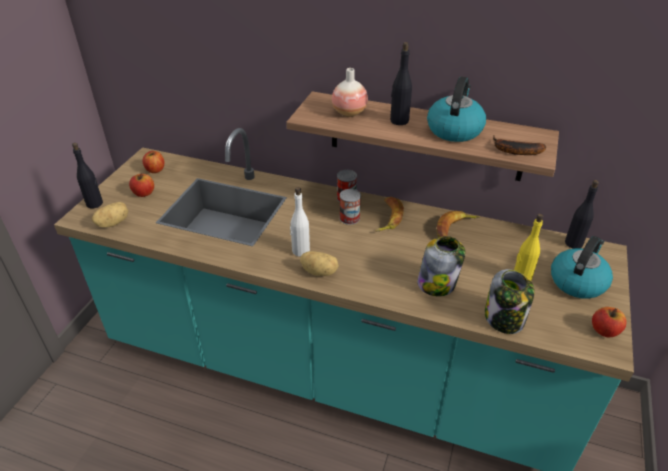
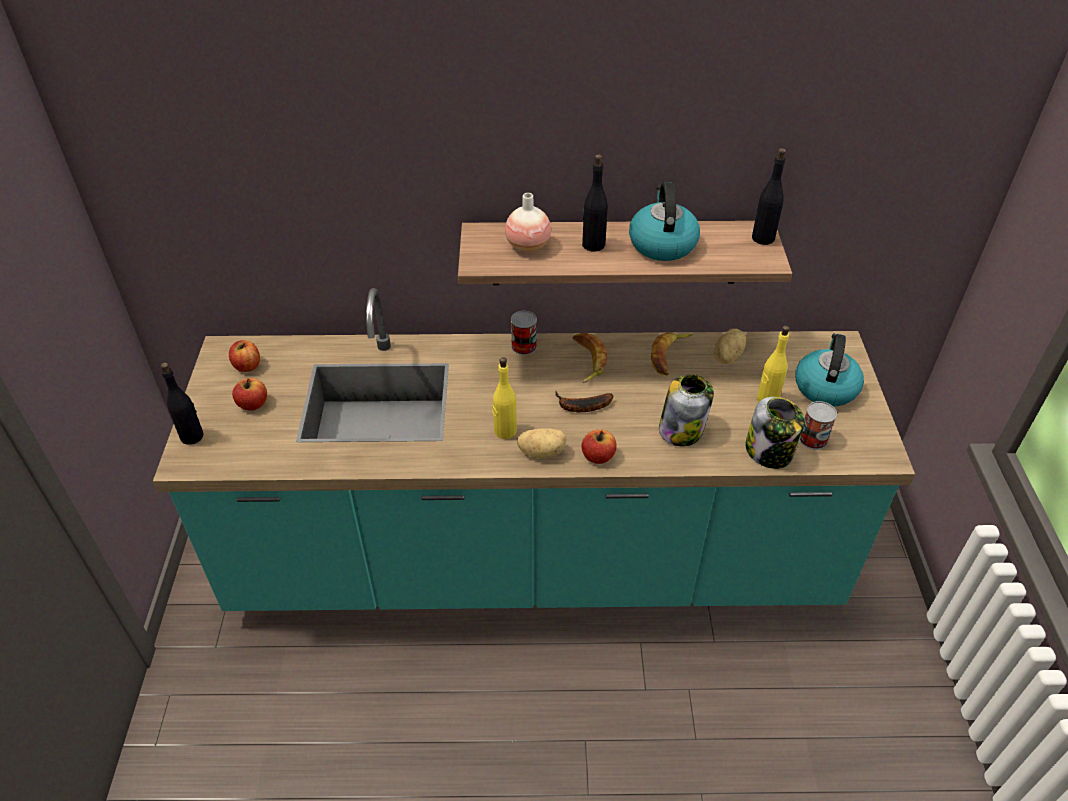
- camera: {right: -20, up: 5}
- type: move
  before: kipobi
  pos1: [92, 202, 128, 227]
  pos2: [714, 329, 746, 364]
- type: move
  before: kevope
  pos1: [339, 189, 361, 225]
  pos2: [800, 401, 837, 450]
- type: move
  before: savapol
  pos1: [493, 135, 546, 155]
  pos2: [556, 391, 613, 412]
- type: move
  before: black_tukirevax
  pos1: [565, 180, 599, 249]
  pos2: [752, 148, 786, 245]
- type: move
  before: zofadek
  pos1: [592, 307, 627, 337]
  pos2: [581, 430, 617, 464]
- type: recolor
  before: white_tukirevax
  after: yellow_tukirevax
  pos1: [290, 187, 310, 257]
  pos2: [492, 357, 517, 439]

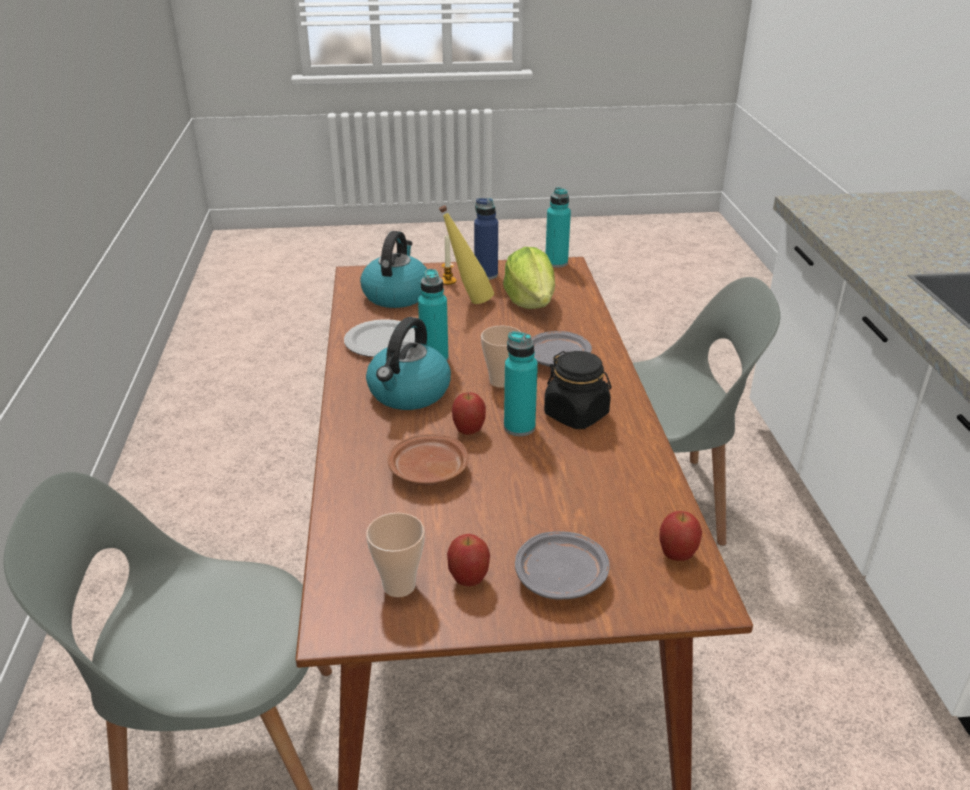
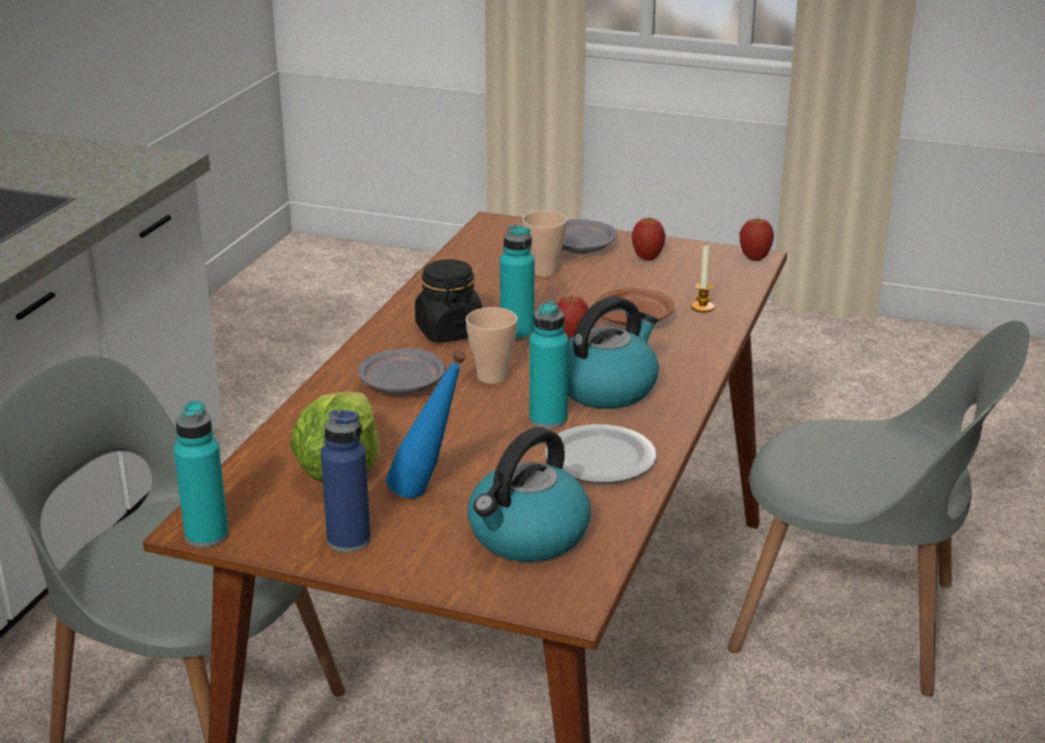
- camera: {right: -155, up: -5}
- type: move
  before: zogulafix
  pos1: [366, 513, 425, 597]
  pos2: [522, 211, 567, 277]
- type: move
  before: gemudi
  pos1: [442, 235, 456, 285]
  pos2: [691, 244, 714, 313]
- type: move
  before: zofadek
  pos1: [659, 511, 702, 561]
  pos2: [739, 217, 774, 261]
- type: recolor
  before: yellow_tukirevax
  after: blue_tukirevax
  pos1: [439, 205, 494, 304]
  pos2: [386, 350, 466, 498]

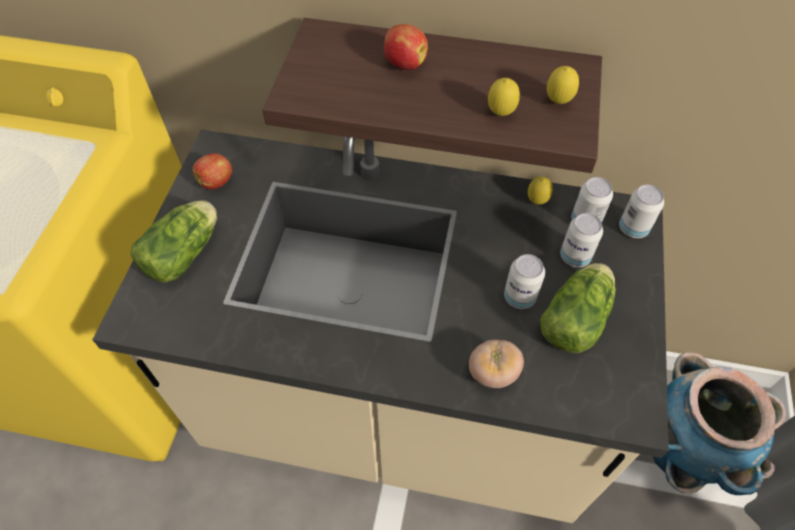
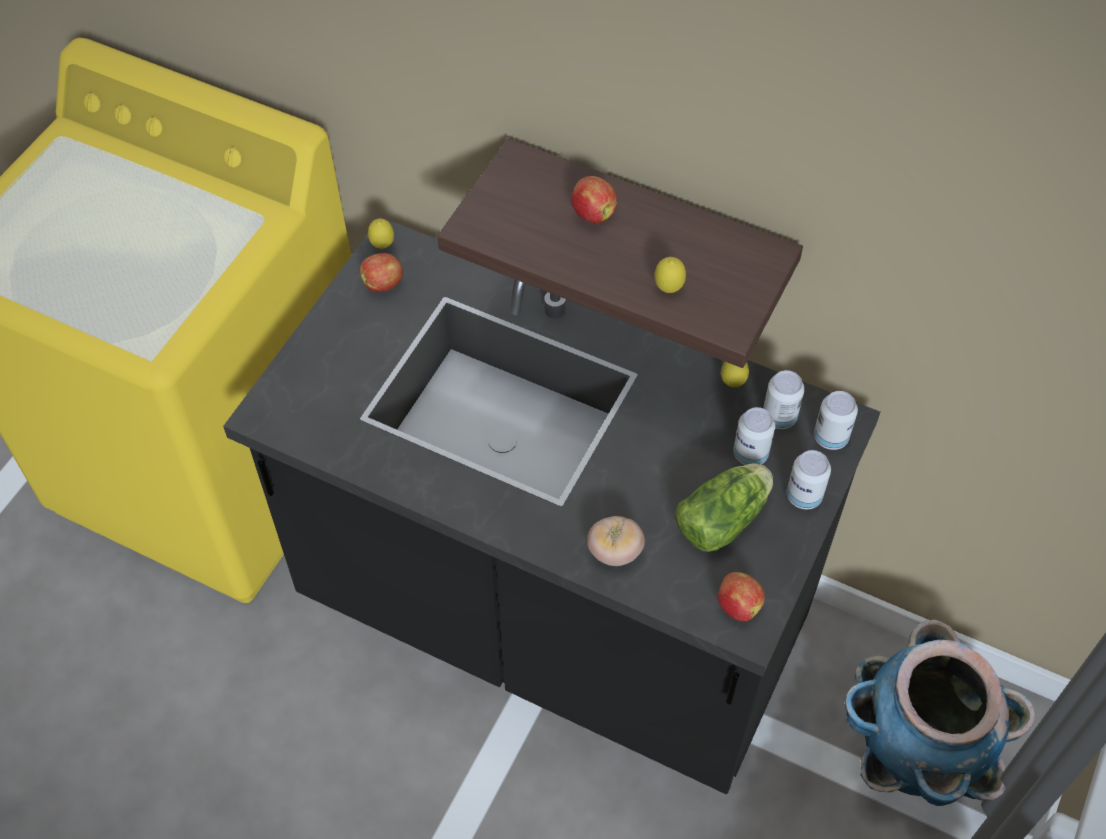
- camera: {right: 15, up: 0}
- type: delete
  before: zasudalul
  pos1: [130, 201, 217, 283]
- type: insert
  after: zofadek
  pos2: [718, 572, 765, 622]
- type: move
  before: kevope
  pos1: [504, 254, 545, 309]
  pos2: [787, 450, 831, 509]
- type: move
  before: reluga
  pos1: [547, 66, 579, 104]
  pos2: [368, 218, 394, 249]
- type: recolor
  before: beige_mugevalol
  after: black_mugevalol
  pos1: [92, 129, 669, 523]
  pos2: [223, 217, 880, 794]

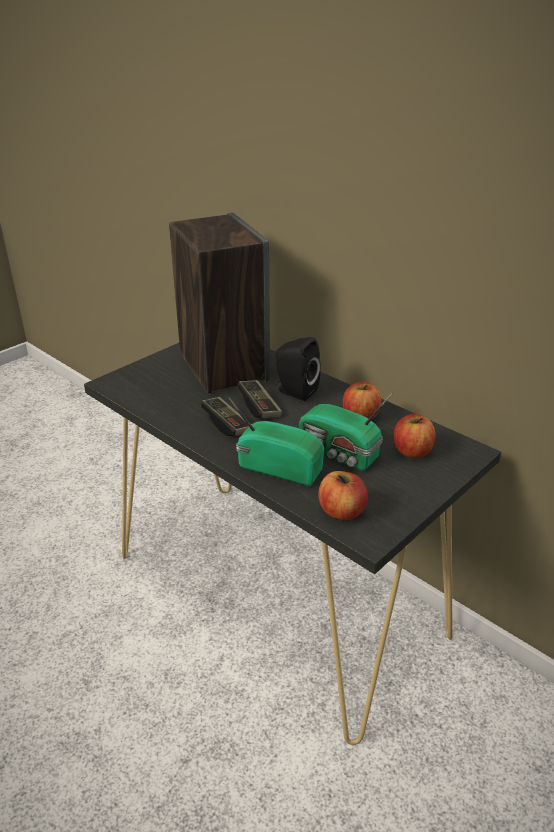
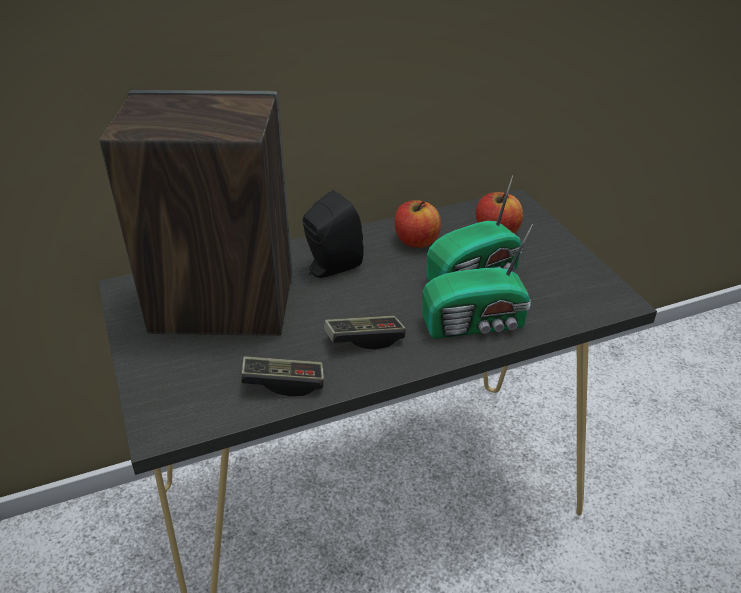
- camera: {right: -65, up: 5}
- type: delete
  before: zofadek
  pos1: [318, 471, 368, 520]
- type: move
  before: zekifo
  pos1: [237, 380, 282, 418]
  pos2: [241, 356, 324, 396]
- type: rotate
  before: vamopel
  pos1: [229, 398, 324, 486]
  pos2: [422, 224, 533, 339]
  turn: -150

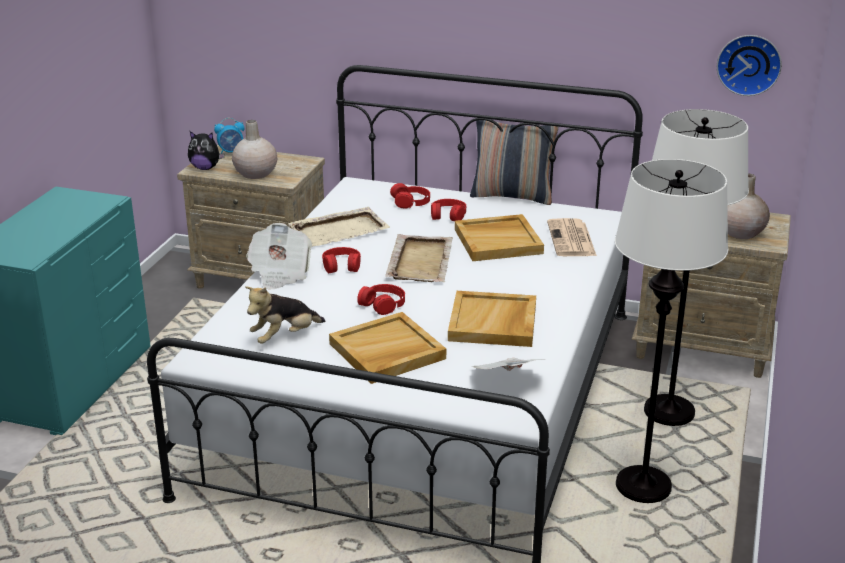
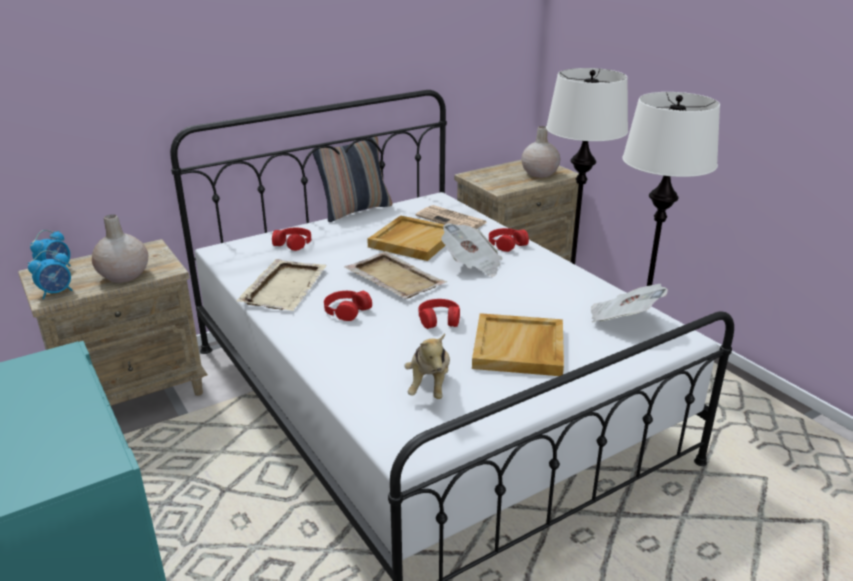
- camera: {right: -50, up: 0}
- type: delete
  before: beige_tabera
  pos1: [448, 291, 536, 347]
- type: delete
  before: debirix
  pos1: [717, 35, 782, 96]
- type: move
  before: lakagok
  pos1: [246, 223, 312, 290]
  pos2: [441, 223, 502, 276]
- type: move
  before: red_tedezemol
  pos1: [431, 199, 466, 221]
  pos2: [489, 228, 529, 252]
- type: replace
  before: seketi
  after: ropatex
  pos1: [188, 131, 225, 170]
  pos2: [28, 250, 73, 299]

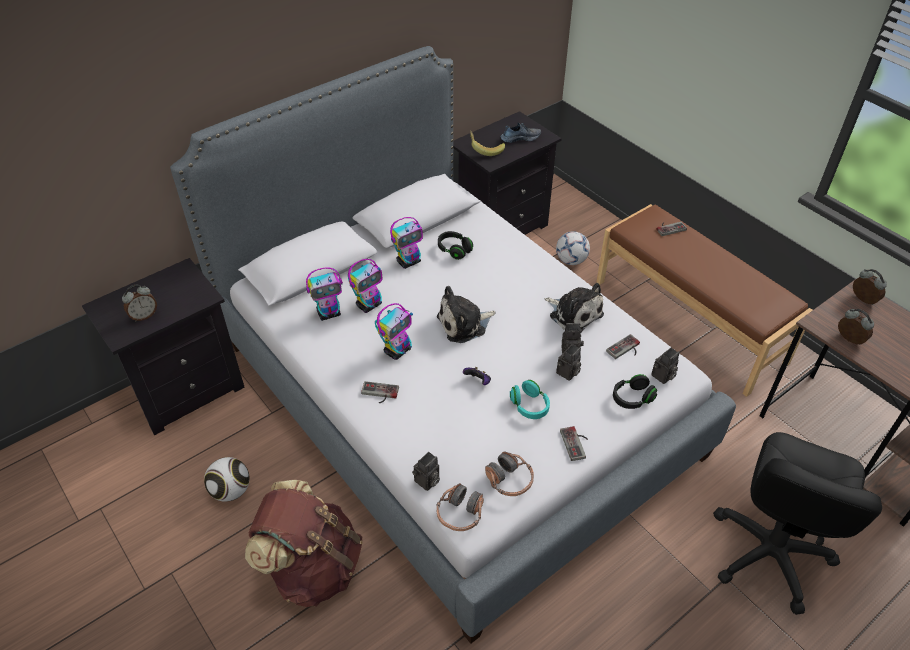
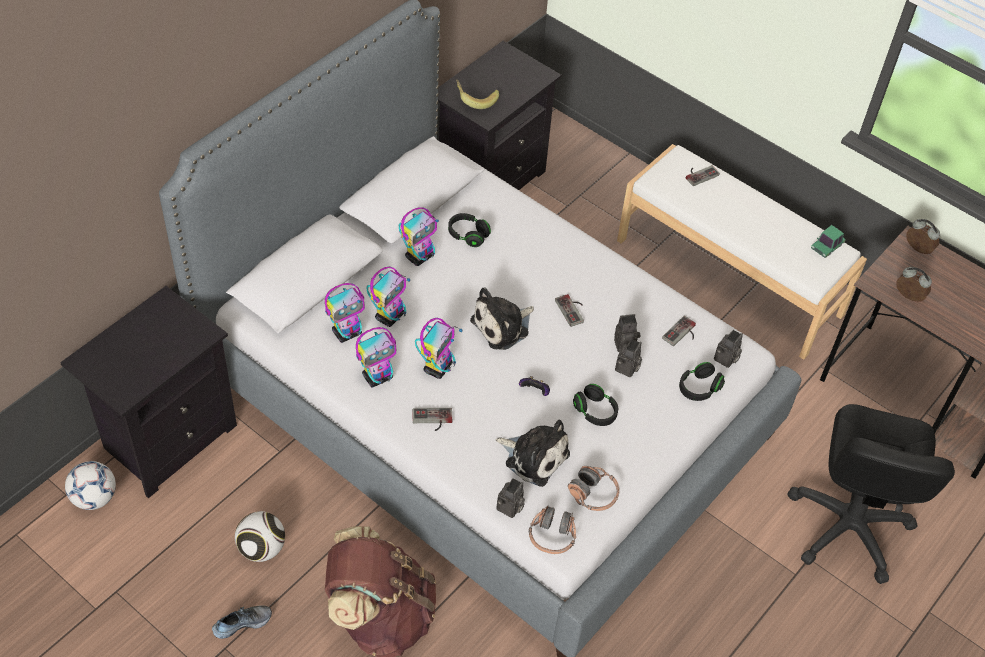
- camera: {right: -15, up: 5}
- type: delete
  before: ropatex
  pos1: [122, 285, 157, 321]
- type: insert
  after: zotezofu
  pos2: [356, 327, 396, 387]
- type: insert
  after: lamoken
  pos2: [811, 225, 846, 258]
- type: move
  before: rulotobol
  pos1: [500, 122, 541, 143]
  pos2: [212, 605, 272, 639]
- type: move
  before: seketi
  pos1: [545, 283, 604, 332]
  pos2: [495, 419, 570, 487]
- type: move
  before: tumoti
  pos1: [556, 231, 590, 265]
  pos2: [65, 461, 116, 510]
- type: move
  before: zekifo
  pos1: [560, 426, 588, 461]
  pos2: [555, 294, 584, 327]
- type: recolor
  before: turquoise_tedezemol
  after: black_tedezemol
  pos1: [510, 380, 550, 419]
  pos2: [573, 384, 618, 426]
- type: recolor
  before: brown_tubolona
  after: white_tubolona
  pos1: [596, 204, 813, 397]
  pos2: [617, 144, 867, 360]

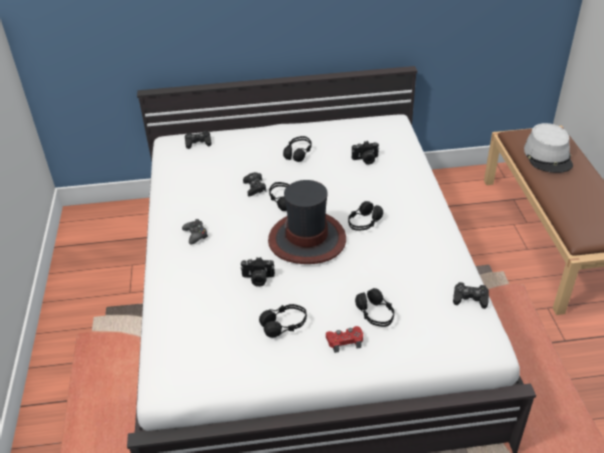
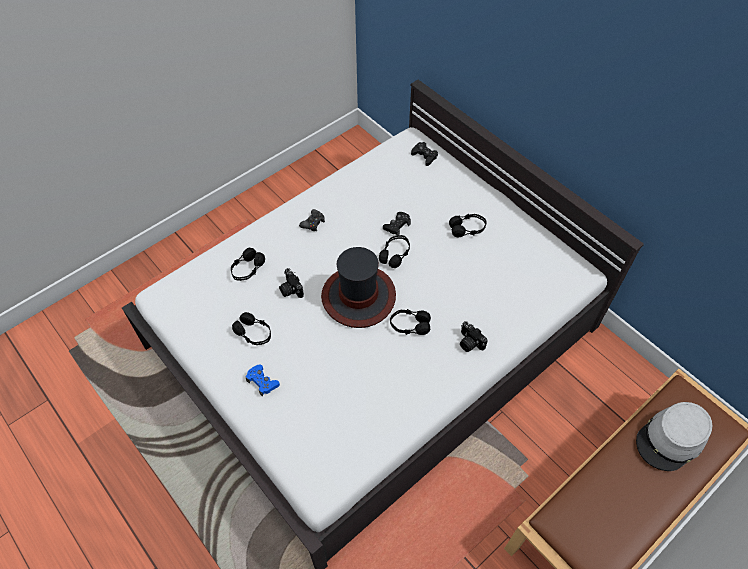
- camera: {right: 55, up: 15}
- type: delete
  before: black_zekifo
  pos1: [453, 282, 489, 309]
- type: move
  before: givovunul
  pos1: [352, 141, 379, 165]
  pos2: [460, 321, 488, 352]
- type: move
  before: black_tedezemol
  pos1: [355, 288, 394, 327]
  pos2: [231, 248, 265, 281]
- type: recolor
  before: red_zekifo
  after: blue_zekifo
  pos1: [326, 326, 363, 353]
  pos2: [246, 364, 280, 396]

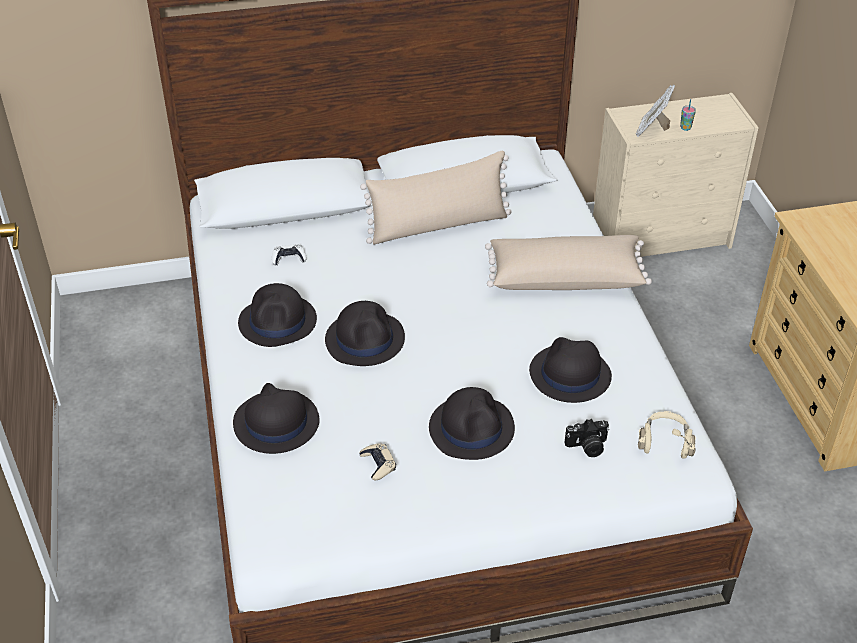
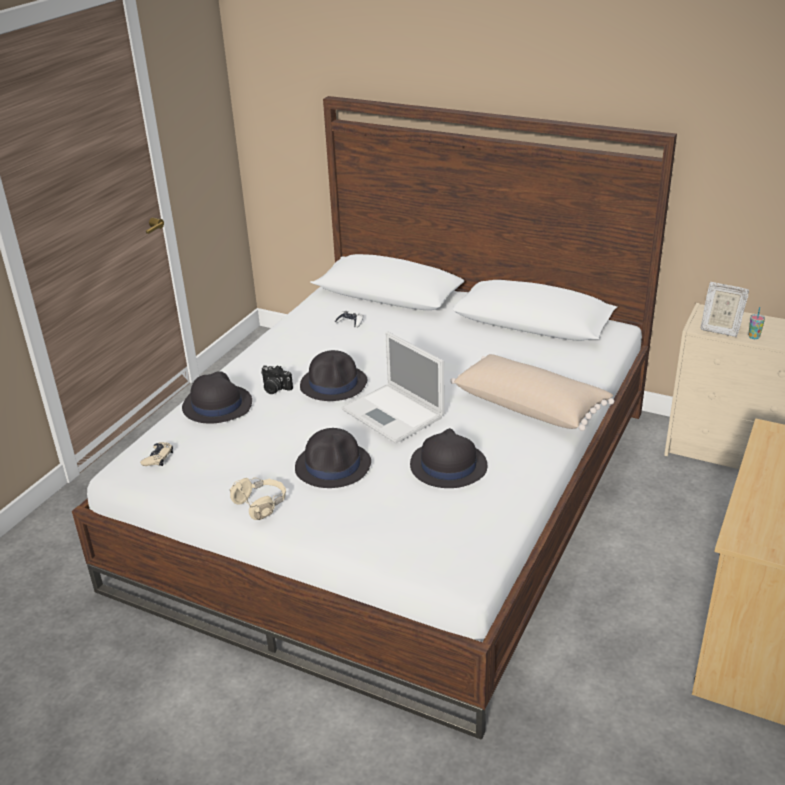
- camera: {right: 40, up: -10}
- type: delete
  before: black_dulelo
  pos1: [238, 283, 317, 347]
- type: delete
  before: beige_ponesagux
  pos1: [360, 151, 512, 244]
- type: insert
  after: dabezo
  pos2: [342, 332, 445, 443]
- type: move
  before: beige_zekifo
  pos1: [359, 443, 396, 481]
  pos2: [140, 442, 173, 466]
- type: move
  before: givovunul
  pos1: [564, 419, 609, 457]
  pos2: [261, 365, 293, 394]
- type: move
  before: beige_tedezemol
  pos1: [638, 411, 696, 459]
  pos2: [230, 477, 286, 520]
- type: rotate
  before: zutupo
  pos1: [636, 85, 675, 137]
  pos2: [701, 282, 749, 337]
  turn: -120

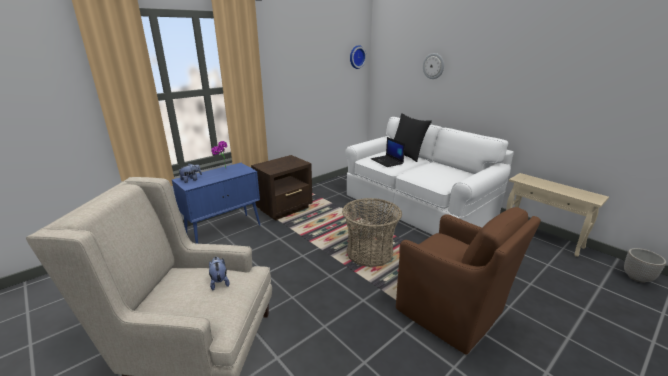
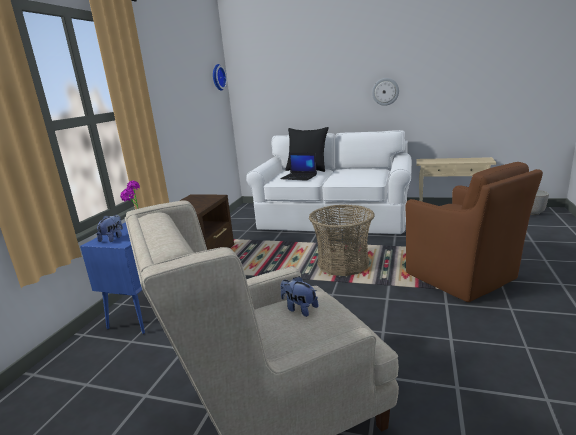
- camera: {right: -30, up: -5}
- type: move
  before: debirix
  pos1: [423, 53, 444, 79]
  pos2: [372, 78, 399, 106]
- type: rotate
  before: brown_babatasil
  pos1: [396, 207, 541, 354]
  pos2: [405, 162, 543, 302]
  turn: 45

